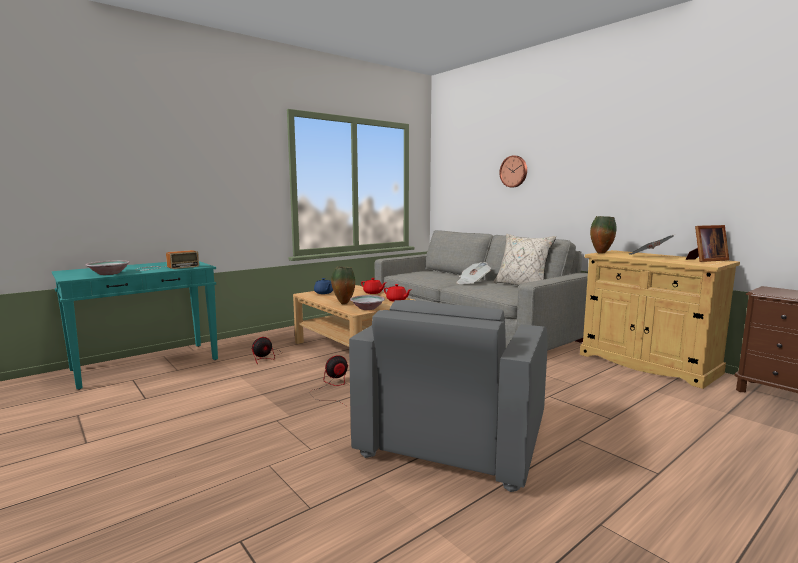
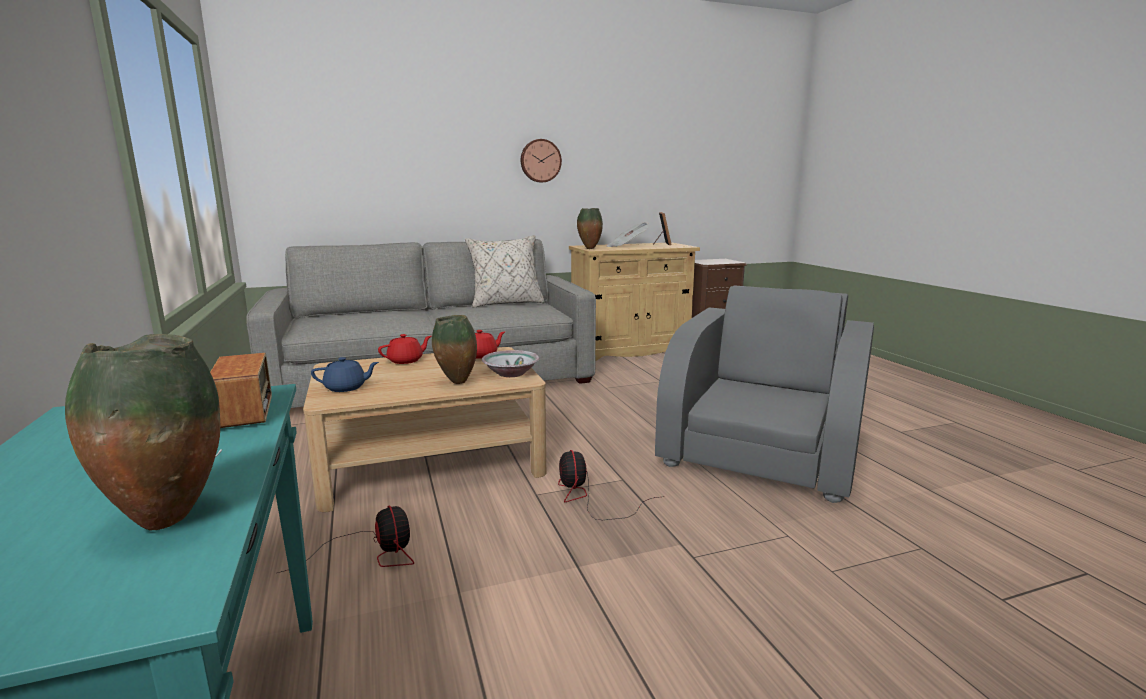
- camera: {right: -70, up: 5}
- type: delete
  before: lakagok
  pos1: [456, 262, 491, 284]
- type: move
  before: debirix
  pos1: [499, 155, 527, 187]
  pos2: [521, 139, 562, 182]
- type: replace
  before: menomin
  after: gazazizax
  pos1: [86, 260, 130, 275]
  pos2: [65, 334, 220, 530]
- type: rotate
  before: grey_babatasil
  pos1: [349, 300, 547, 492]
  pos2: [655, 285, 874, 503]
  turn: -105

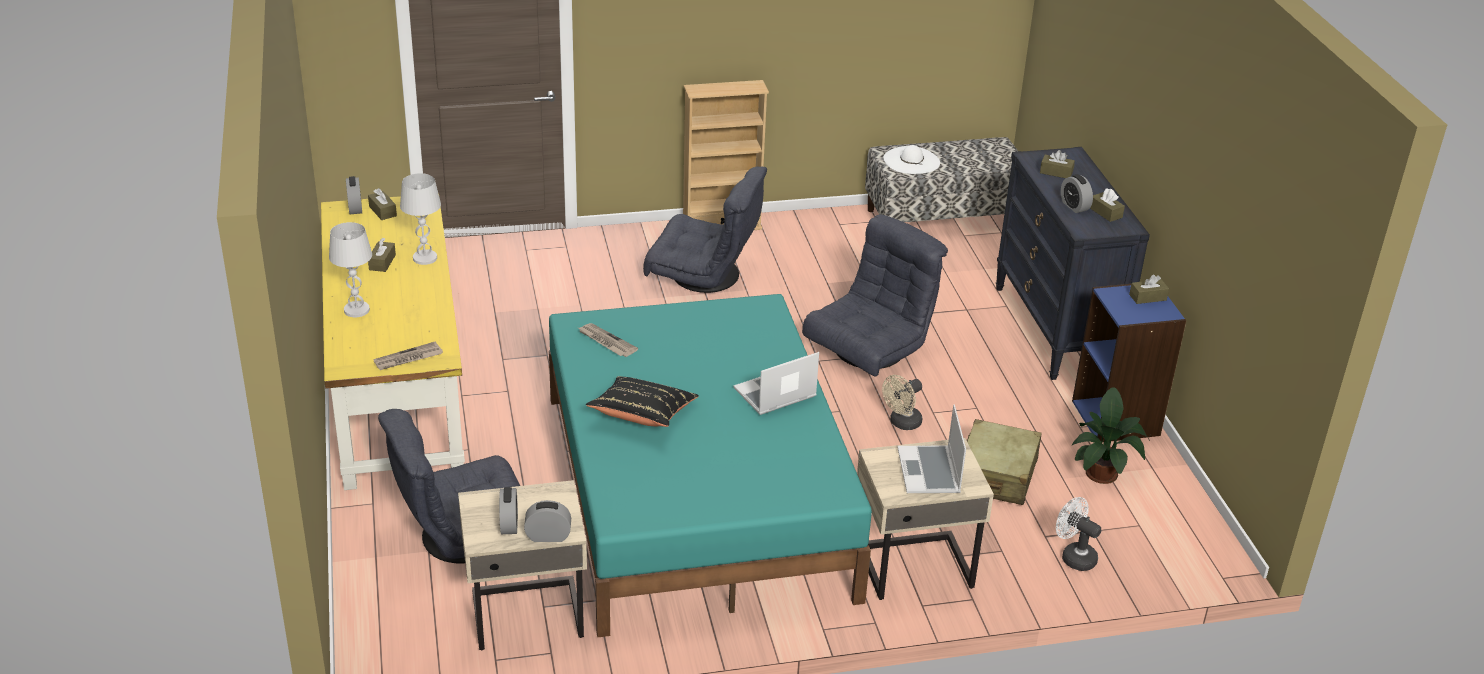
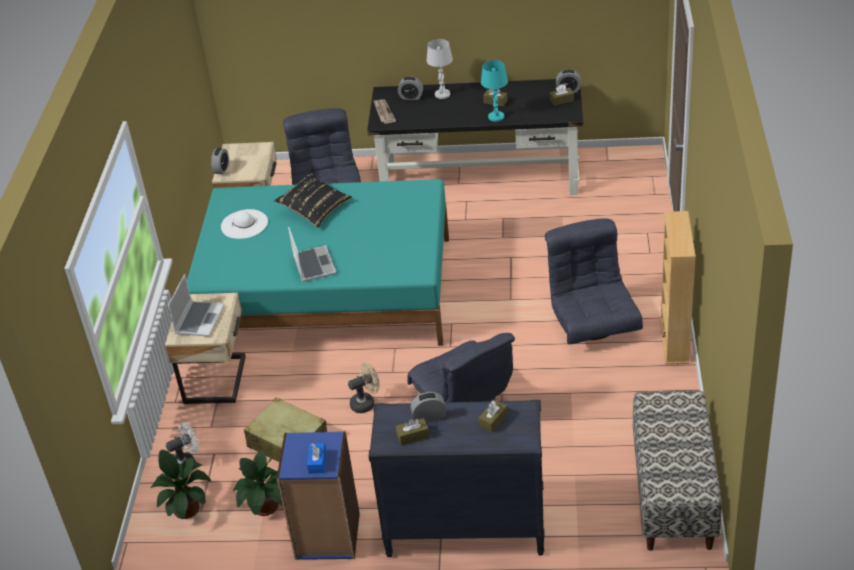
- camera: {right: 110, up: 5}
- type: delete
  before: lakagok
  pos1: [578, 323, 638, 357]
- type: insert
  after: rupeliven
  pos2: [150, 450, 212, 519]
- type: move
  before: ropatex
  pos1: [499, 487, 518, 534]
  pos2: [398, 76, 423, 100]
- type: move
  before: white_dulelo
  pos1: [883, 145, 940, 174]
  pos2: [221, 209, 268, 239]
- type: recolor
  before: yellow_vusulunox
  after: black_vusulunox
  pos1: [321, 196, 465, 490]
  pos2: [367, 79, 583, 195]
- type: recolor
  before: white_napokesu
  after: turquoise_napokesu
  pos1: [400, 173, 441, 265]
  pos2: [481, 60, 508, 122]
- type: recolor
  before: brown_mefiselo
  after: blue_mefiselo
  pos1: [1129, 274, 1169, 304]
  pos2: [307, 443, 326, 474]
- type: rotate
  before: grey_babatasil
  pos1: [643, 166, 767, 293]
  pos2: [545, 218, 643, 344]
  turn: 135
- type: rotate
  before: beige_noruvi
  pos1: [882, 375, 923, 430]
  pos2: [348, 363, 380, 413]
  turn: 90
- type: rotate
  before: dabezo
  pos1: [897, 405, 966, 493]
  pos2: [168, 274, 225, 337]
  turn: 90

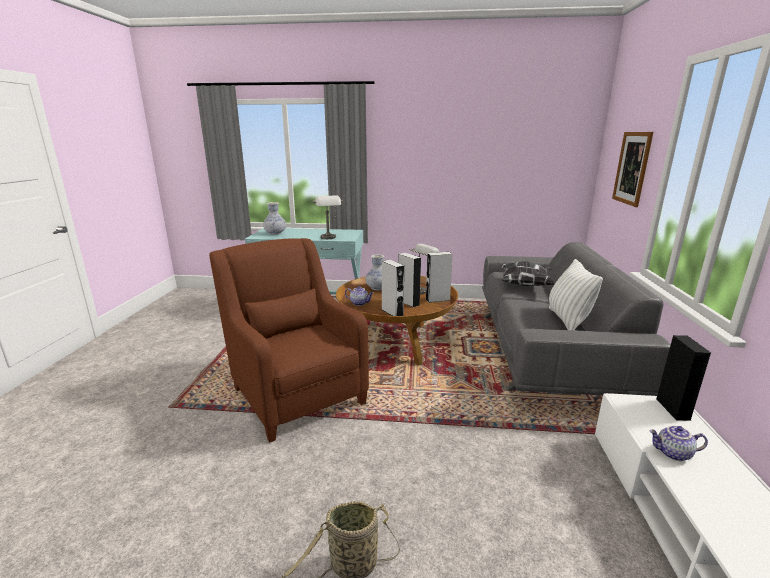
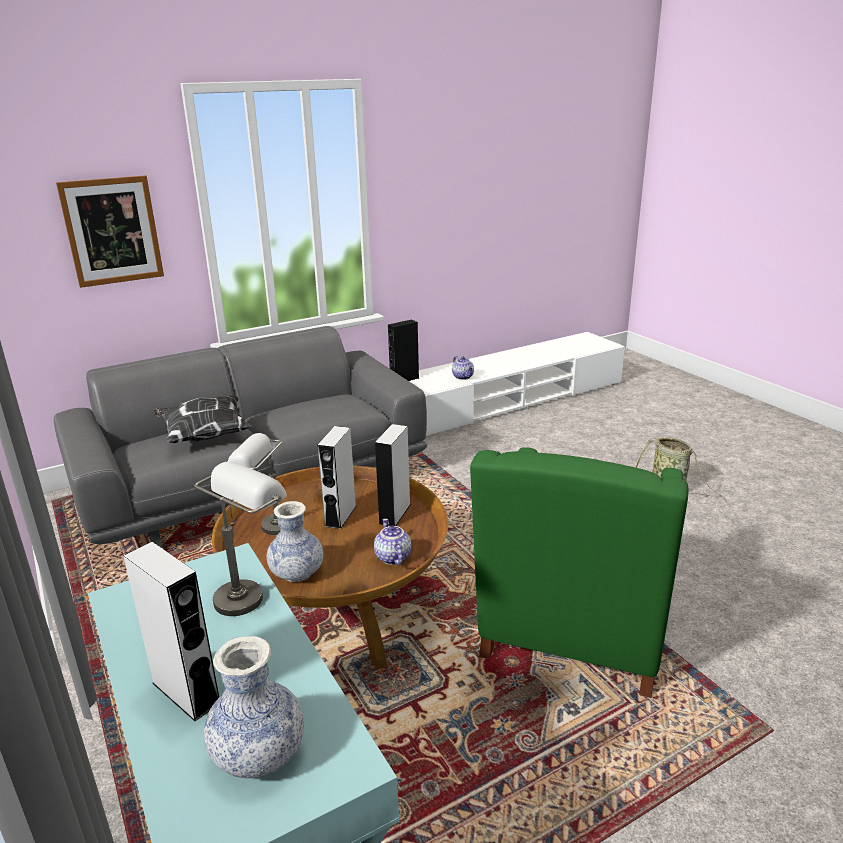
- camera: {right: -125, up: 5}
- type: delete
  before: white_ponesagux
  pos1: [549, 259, 603, 330]
- type: move
  before: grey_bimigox
  pos1: [425, 252, 453, 303]
  pos2: [123, 542, 219, 721]
- type: recolor
  before: brown_babatasil
  after: green_babatasil
  pos1: [209, 238, 369, 443]
  pos2: [470, 447, 689, 698]

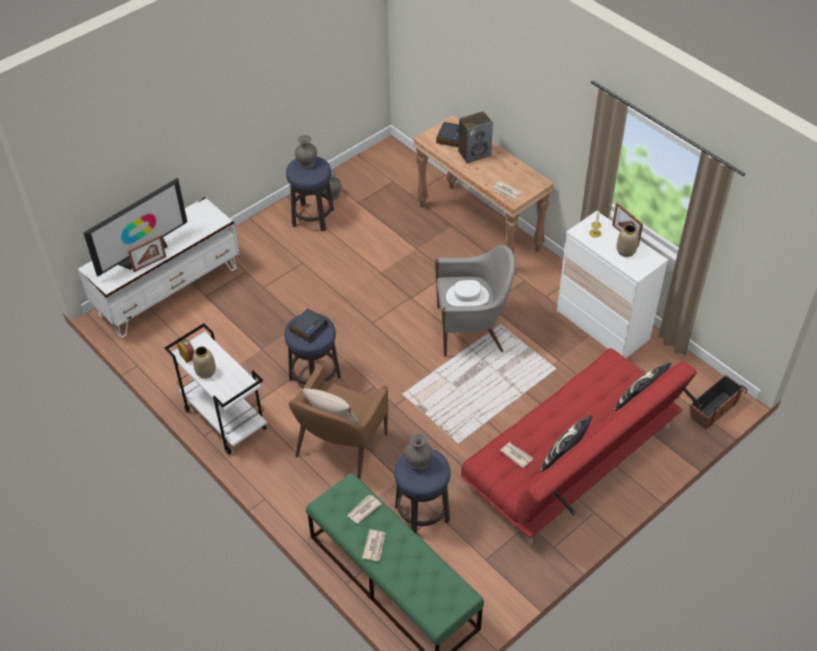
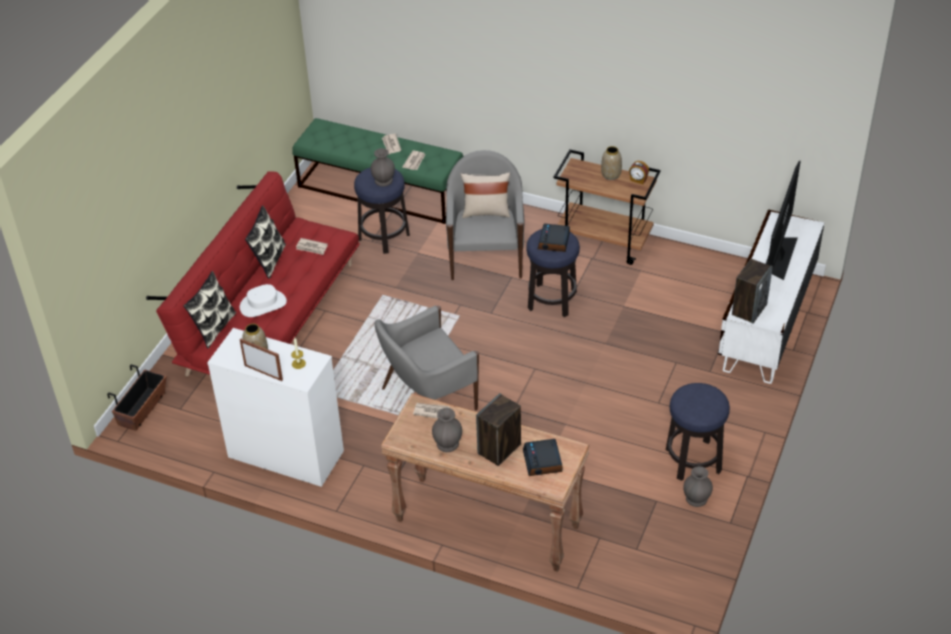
- camera: {right: 155, up: -5}
- type: delete
  before: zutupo
  pos1: [128, 235, 166, 272]
- type: insert
  after: bimigox
  pos2: [732, 259, 773, 324]
- type: move
  before: grey_gazazizax
  pos1: [295, 135, 317, 169]
  pos2: [432, 408, 462, 452]
- type: move
  before: white_dulelo
  pos1: [446, 280, 489, 306]
  pos2: [240, 284, 287, 317]
- type: recolor
  before: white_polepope
  after: brown_polepope
  pos1: [164, 323, 267, 455]
  pos2: [554, 149, 661, 265]
- type: recolor
  before: brown_babatasil
  after: grey_babatasil
  pos1: [289, 363, 388, 480]
  pos2: [446, 150, 524, 280]

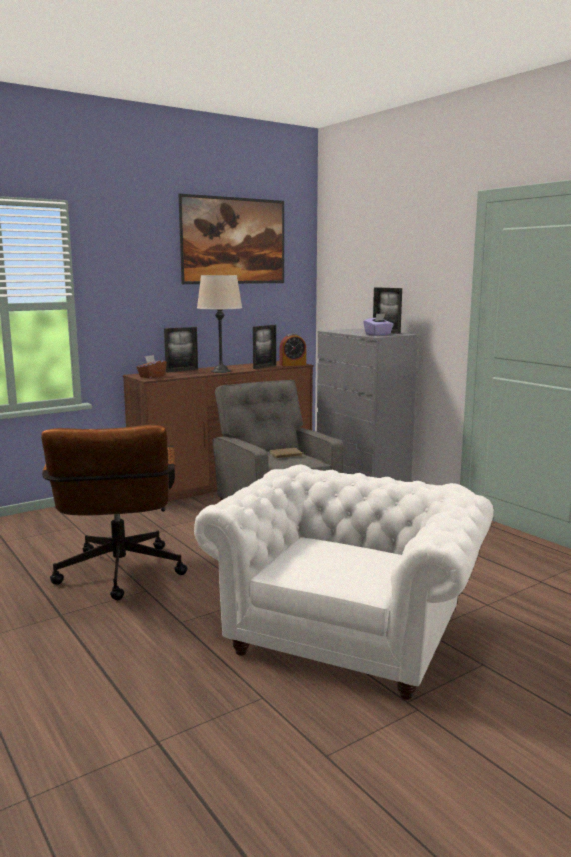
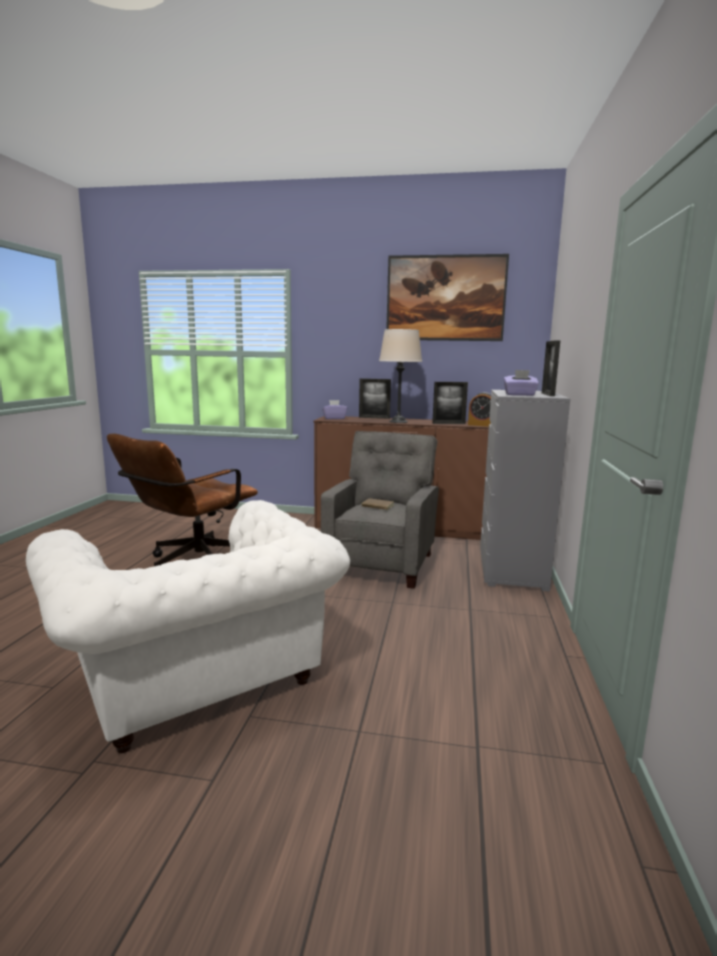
- camera: {right: 45, up: 0}
- type: recolor
  before: brown_mefiselo
  after: purple_mefiselo
  pos1: [136, 355, 167, 378]
  pos2: [322, 400, 347, 419]
- type: rotate
  before: white_babatasil
  pos1: [194, 465, 494, 700]
  pos2: [26, 500, 350, 753]
  turn: 75

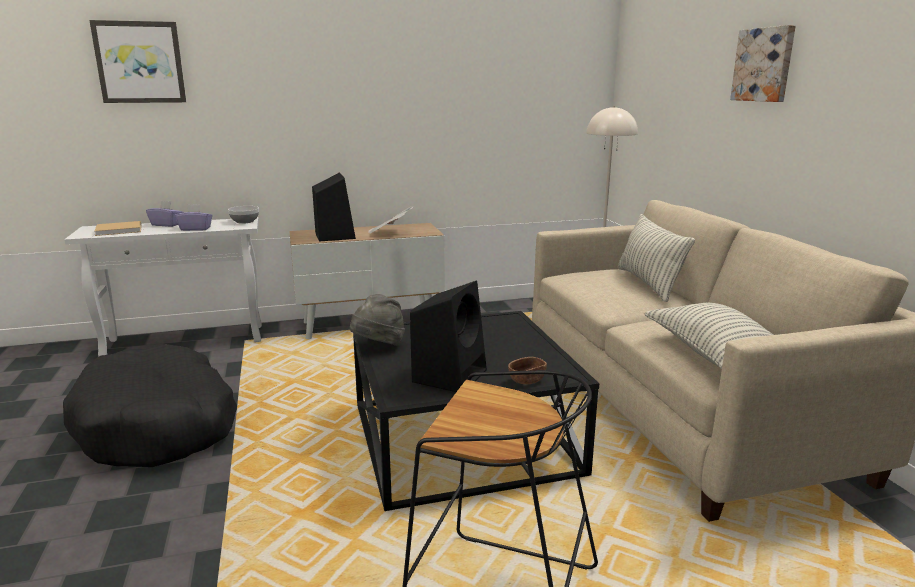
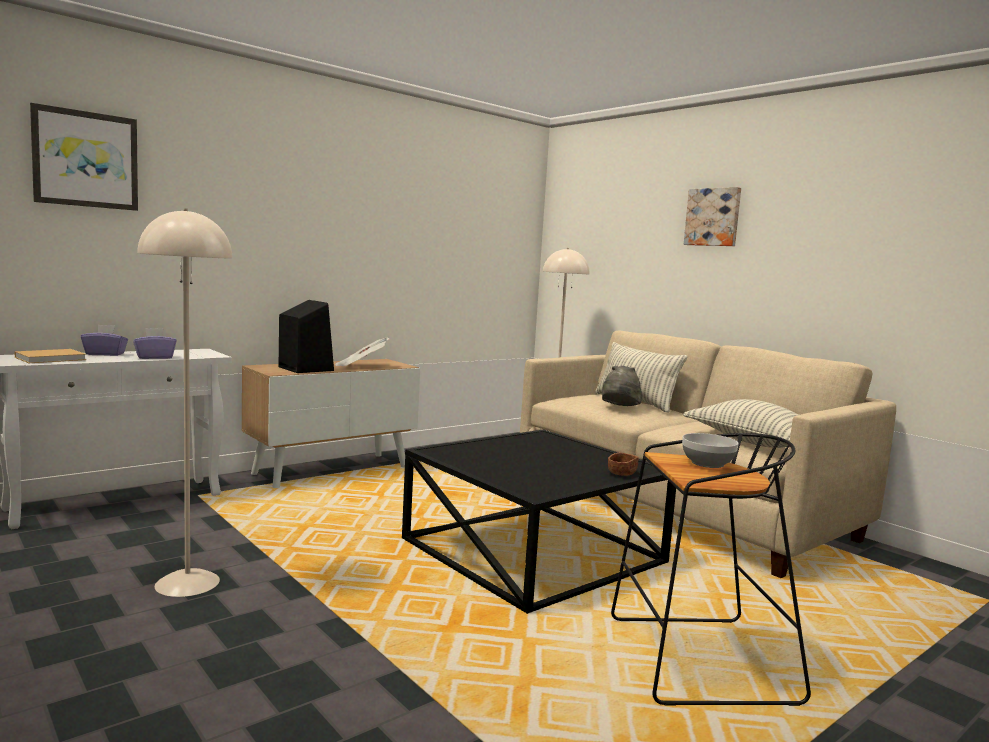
- camera: {right: -25, up: -10}
- type: delete
  before: black_bimigox
  pos1: [410, 281, 487, 392]
- type: move
  before: menomin
  pos1: [228, 206, 259, 224]
  pos2: [682, 433, 738, 468]
- type: move
  before: grey_dulelo
  pos1: [350, 294, 405, 346]
  pos2: [602, 366, 643, 406]
- type: replace
  before: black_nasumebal
  after: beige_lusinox
  pos1: [63, 344, 237, 467]
  pos2: [137, 208, 232, 597]

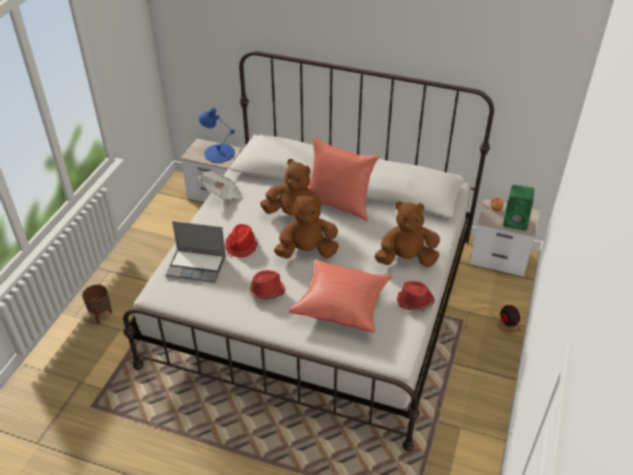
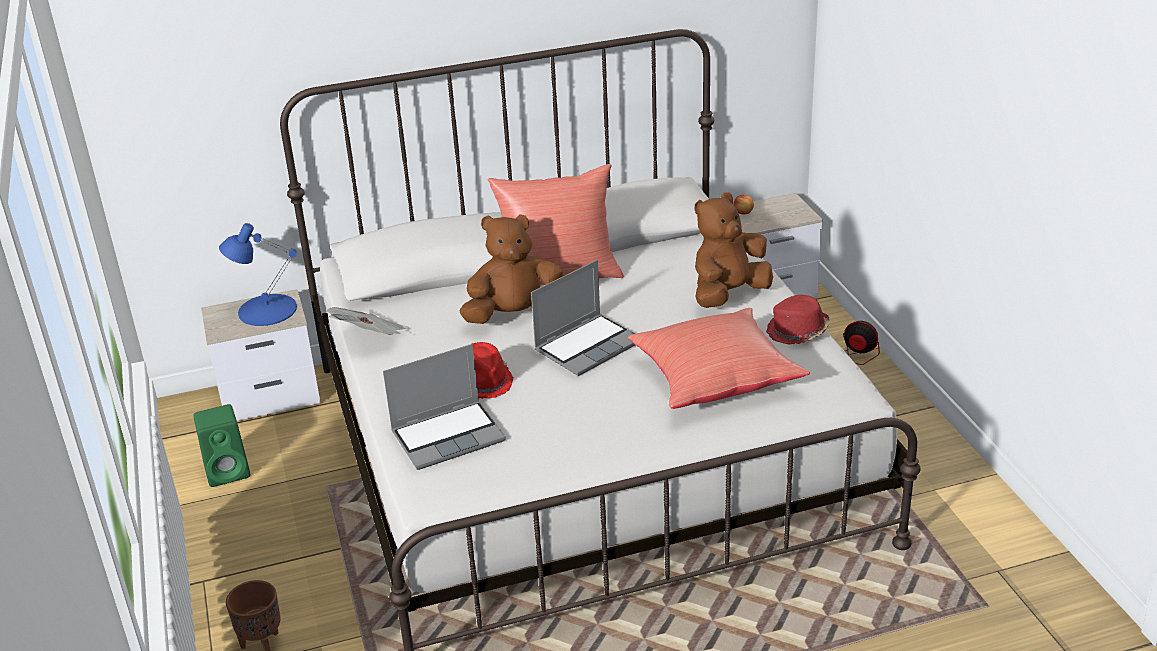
- camera: {right: -35, up: -10}
- type: delete
  before: red_dulelo
  pos1: [248, 270, 286, 300]
- type: move
  before: green_bimigox
  pos1: [503, 185, 534, 230]
  pos2: [194, 404, 250, 487]
- type: replace
  before: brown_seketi
  after: dabezo
  pos1: [274, 194, 339, 259]
  pos2: [531, 260, 635, 376]

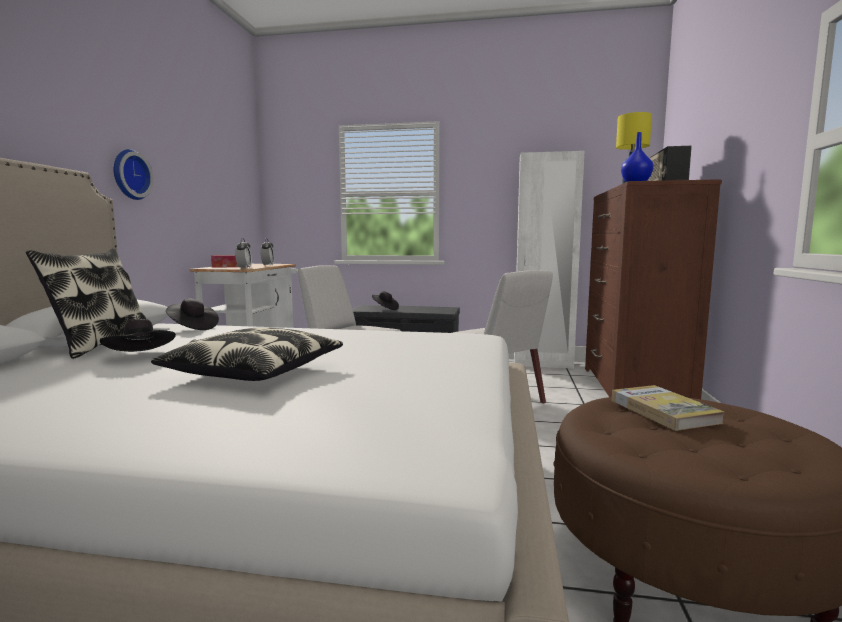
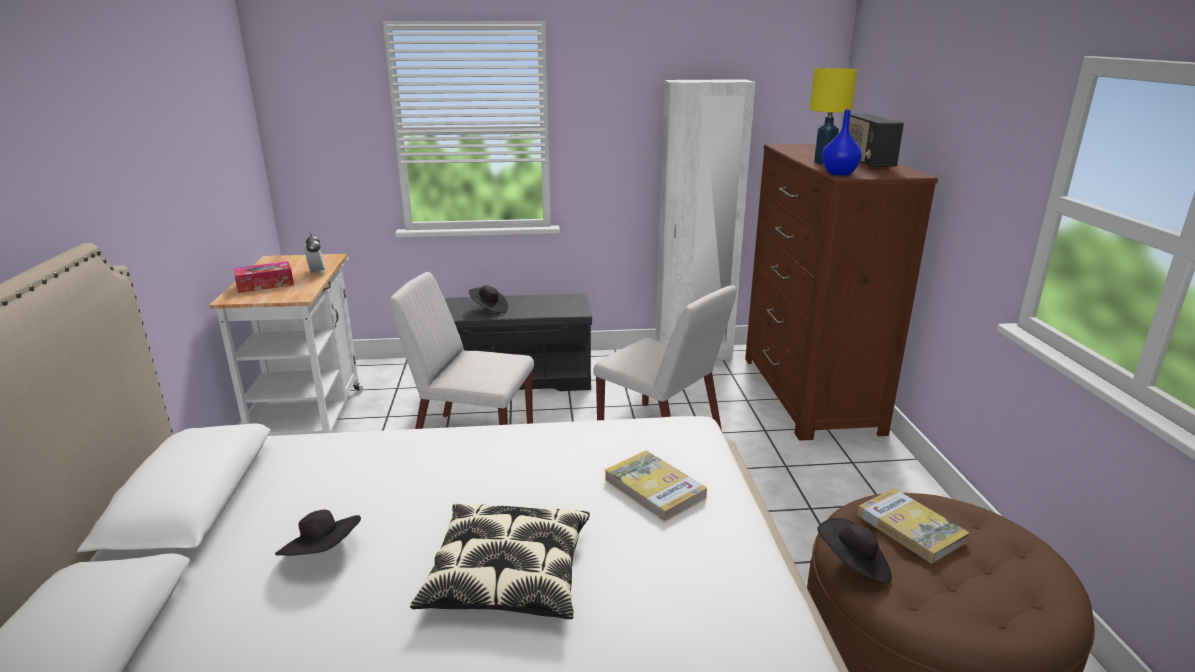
- camera: {right: -15, up: 15}
- type: delete
  before: ponesagux
  pos1: [26, 248, 146, 359]
- type: delete
  before: debirix
  pos1: [114, 149, 154, 200]
- type: delete
  before: ropatex
  pos1: [235, 238, 252, 269]
- type: insert
  after: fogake
  pos2: [605, 451, 707, 522]
- type: move
  before: black_dulelo
  pos1: [166, 298, 219, 330]
  pos2: [817, 518, 892, 583]

